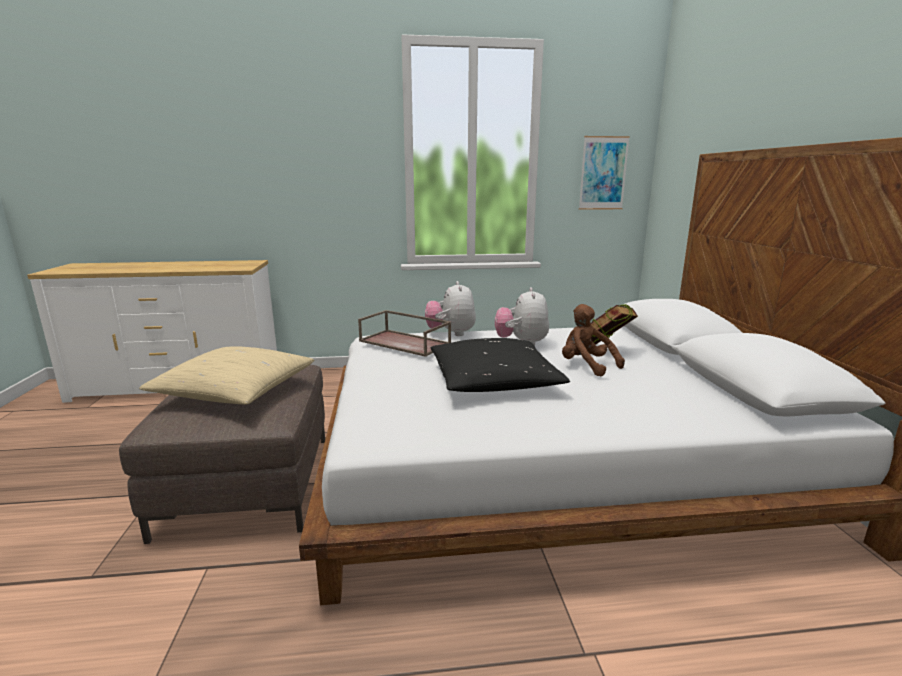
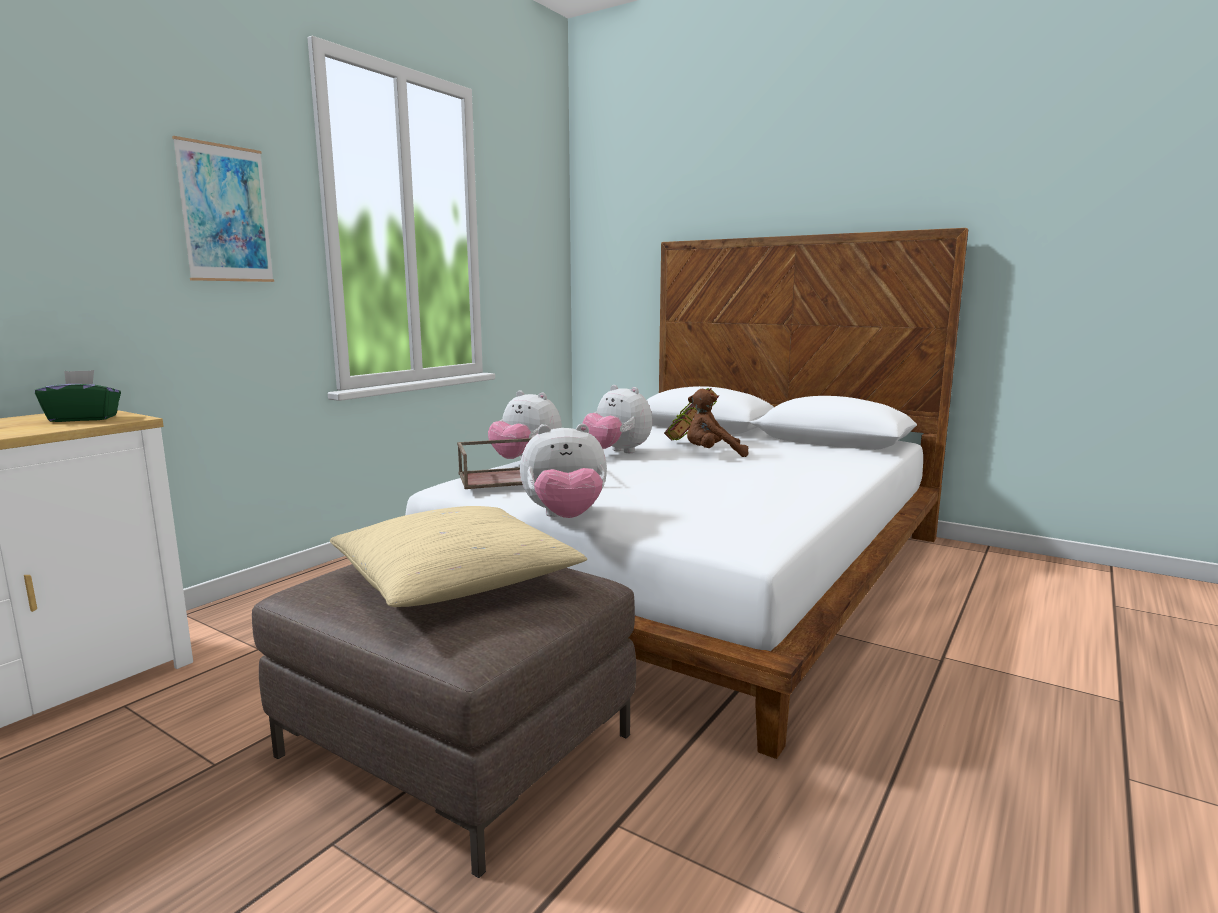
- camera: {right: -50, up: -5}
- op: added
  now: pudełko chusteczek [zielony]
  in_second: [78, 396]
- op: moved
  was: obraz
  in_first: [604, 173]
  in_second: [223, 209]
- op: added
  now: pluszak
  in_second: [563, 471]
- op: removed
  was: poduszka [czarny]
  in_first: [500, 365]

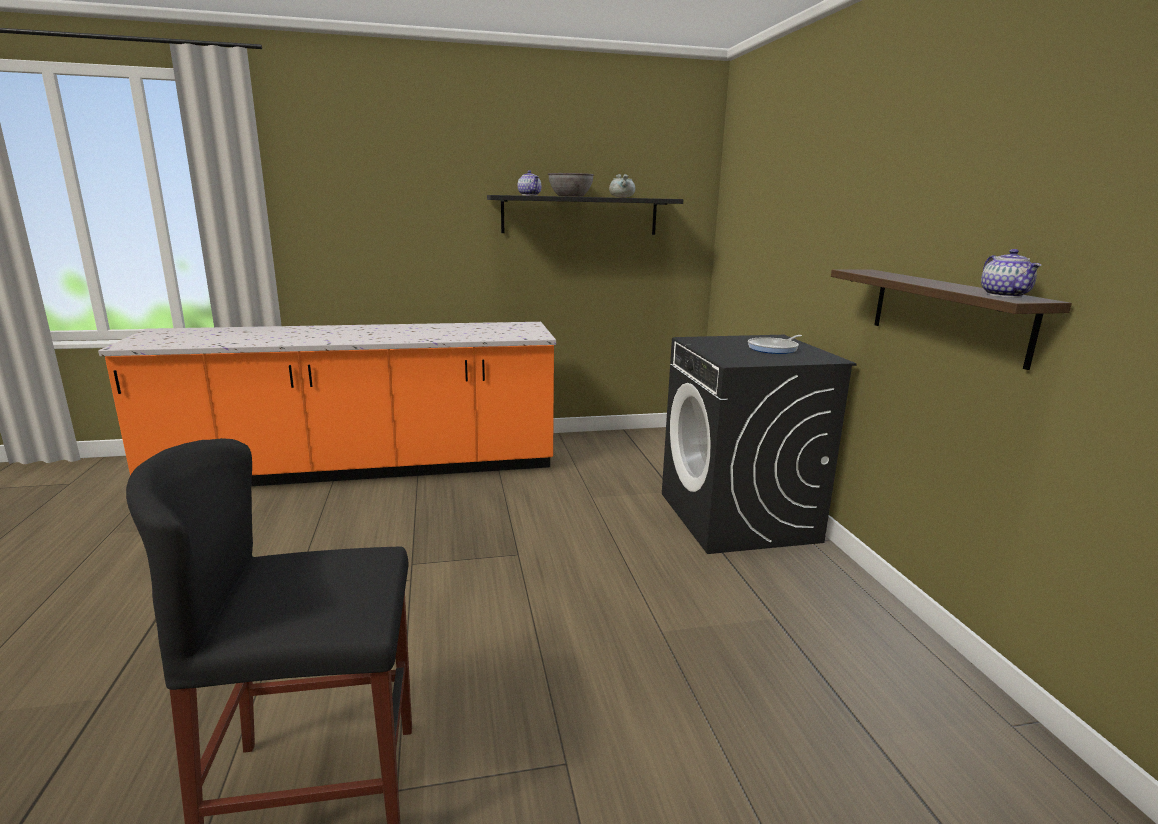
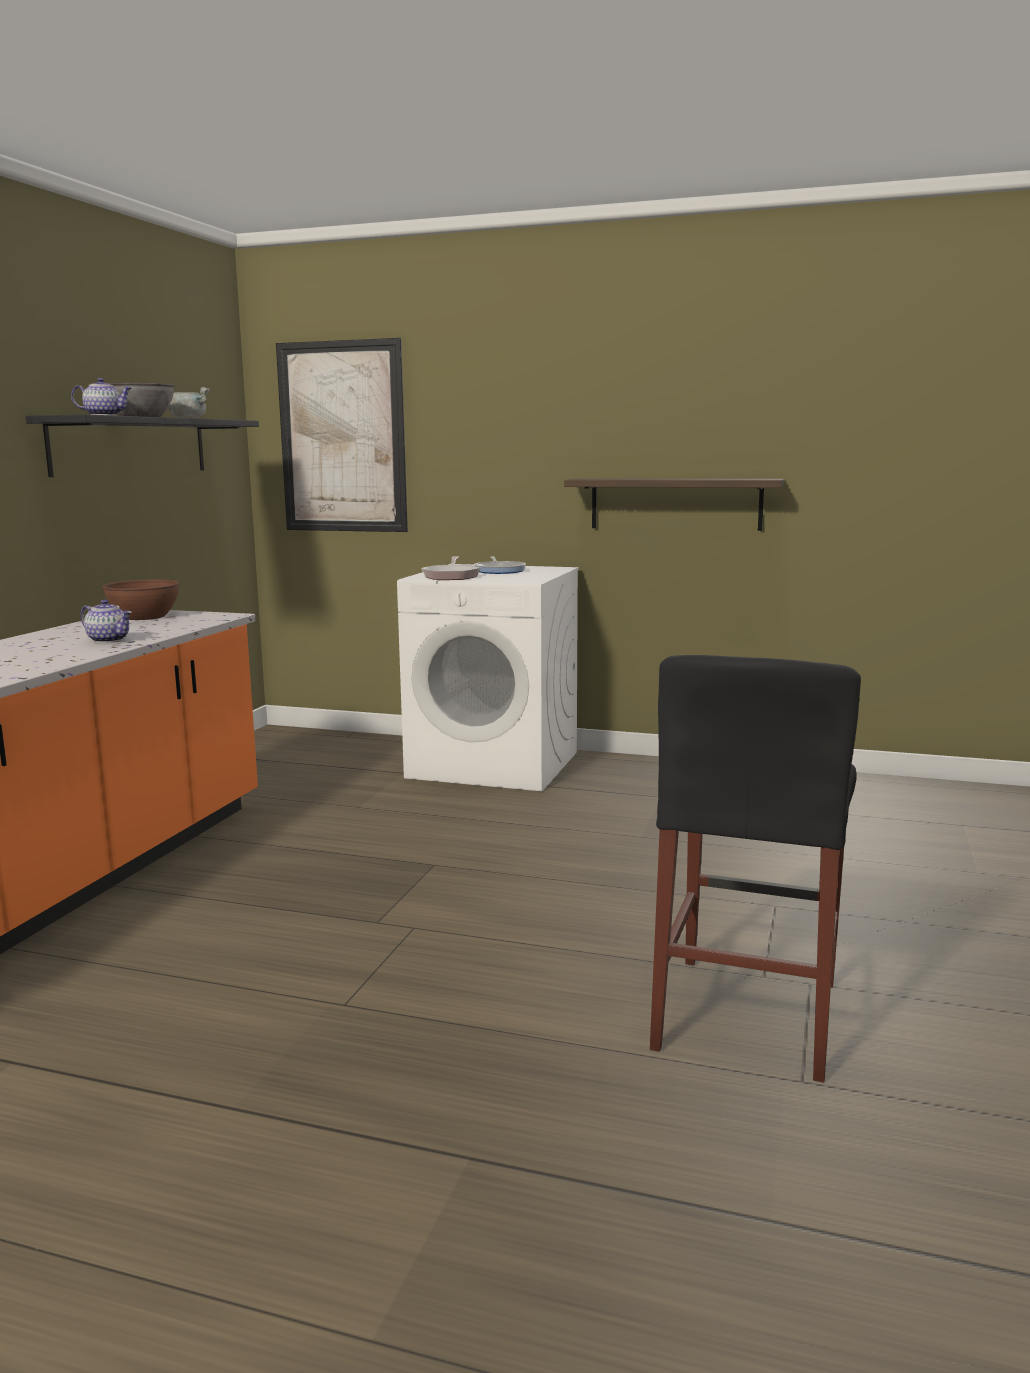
- camera: {right: -60, up: -5}
- op: moved
  was: imbryk
  in_first: [1011, 273]
  in_second: [106, 621]
- op: added
  now: miska [brązowy]
  in_second: [141, 599]
- op: added
  now: obraz
  in_second: [342, 435]
- op: recoloured
  was: pralka [czarny]
  now: pralka [biały]
  in_first: [759, 444]
  in_second: [488, 677]
- op: added
  now: patelnia
  in_second: [450, 568]

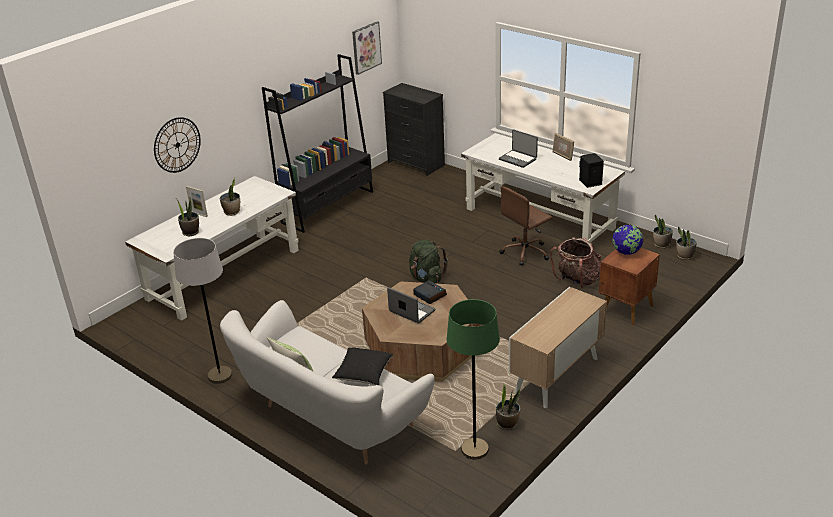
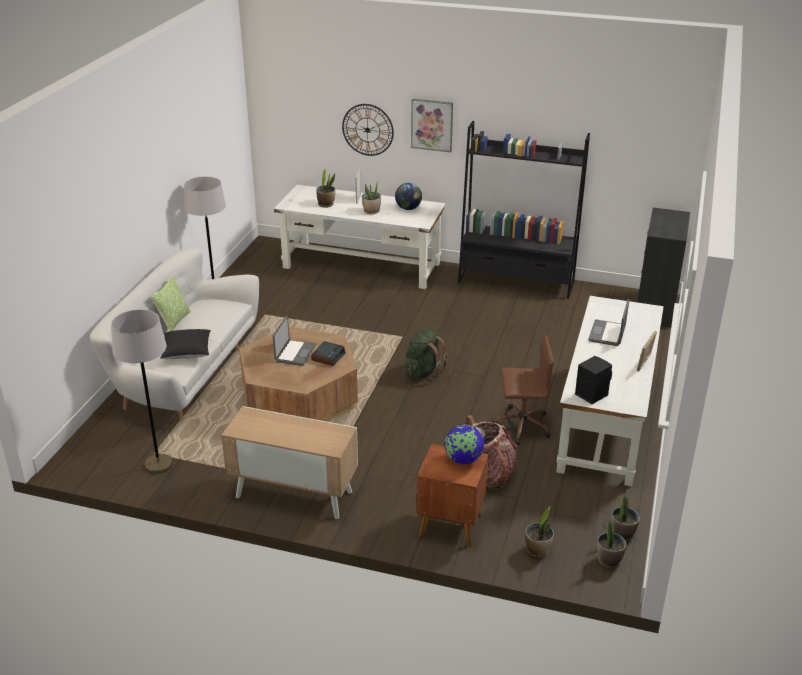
- camera: {right: 65, up: 0}
- op: recoloured
  was: lampa stojąca [zielony]
  now: lampa stojąca [szary]
  in_first: [473, 379]
  in_second: [142, 391]
- op: added
  now: globus
  in_second: [408, 196]
- op: moved
  was: obraz
  in_first: [367, 48]
  in_second: [432, 125]
- op: turned
  was: krzesło biurowe [brązowy]
  in_first: [525, 226]
  in_second: [523, 390]
  clockwise: 150
- op: moved
  was: roślina doniczkowa
  in_first: [508, 407]
  in_second: [539, 531]

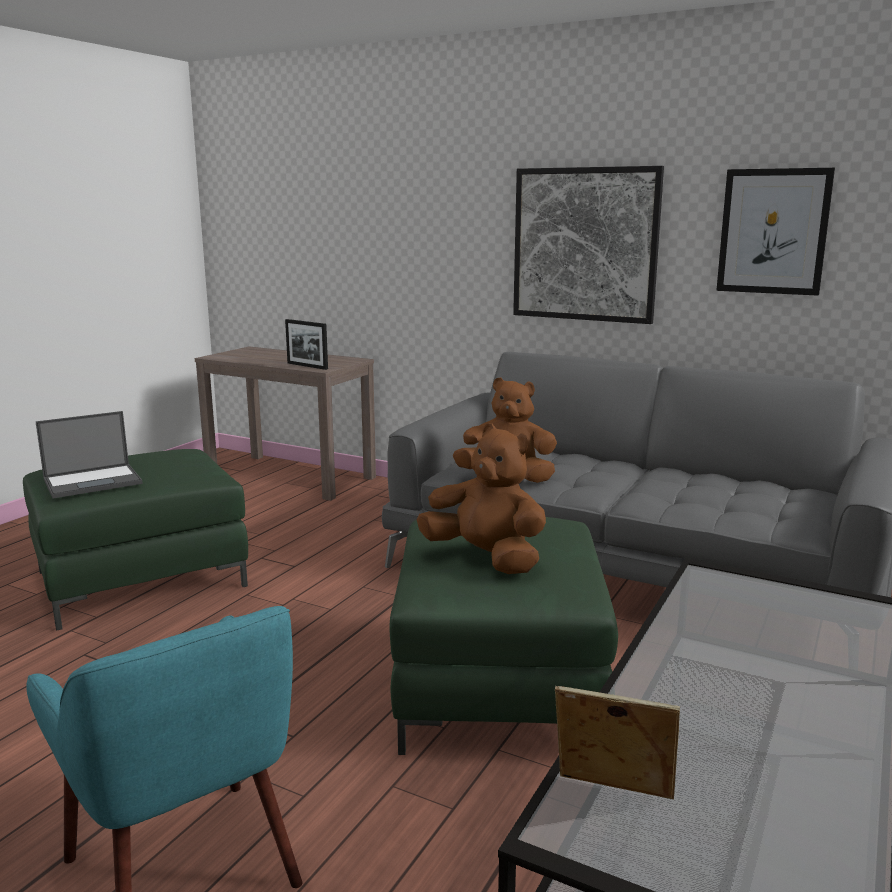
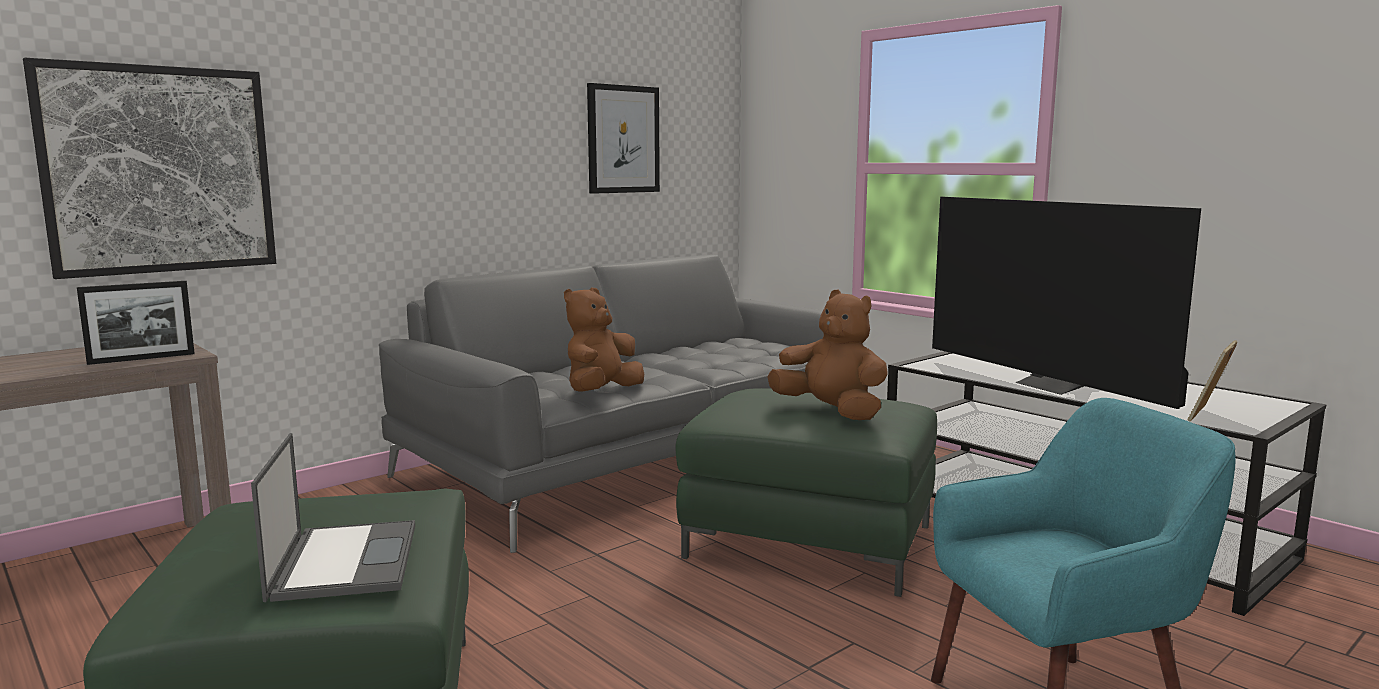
- camera: {right: -70, up: -5}
- op: moved
  was: obraz
  in_first: [588, 245]
  in_second: [149, 168]
- op: turned
  was: pluszak [brązowy]
  in_first: [481, 498]
  in_second: [827, 354]
  clockwise: 75
- op: added
  now: telewizor
  in_second: [1066, 303]

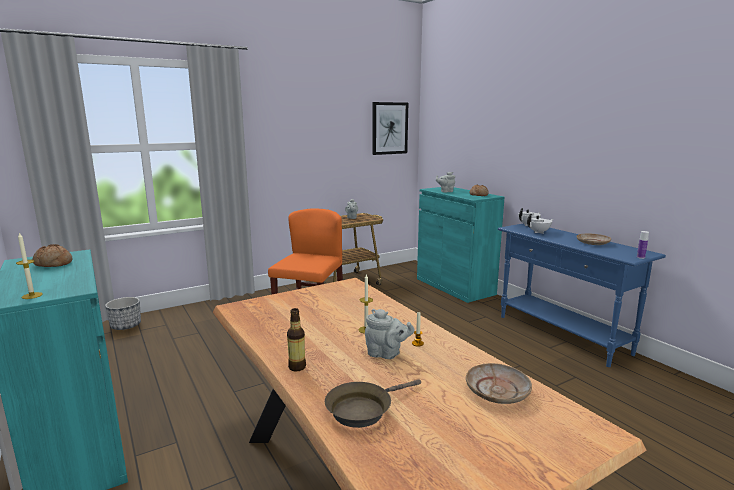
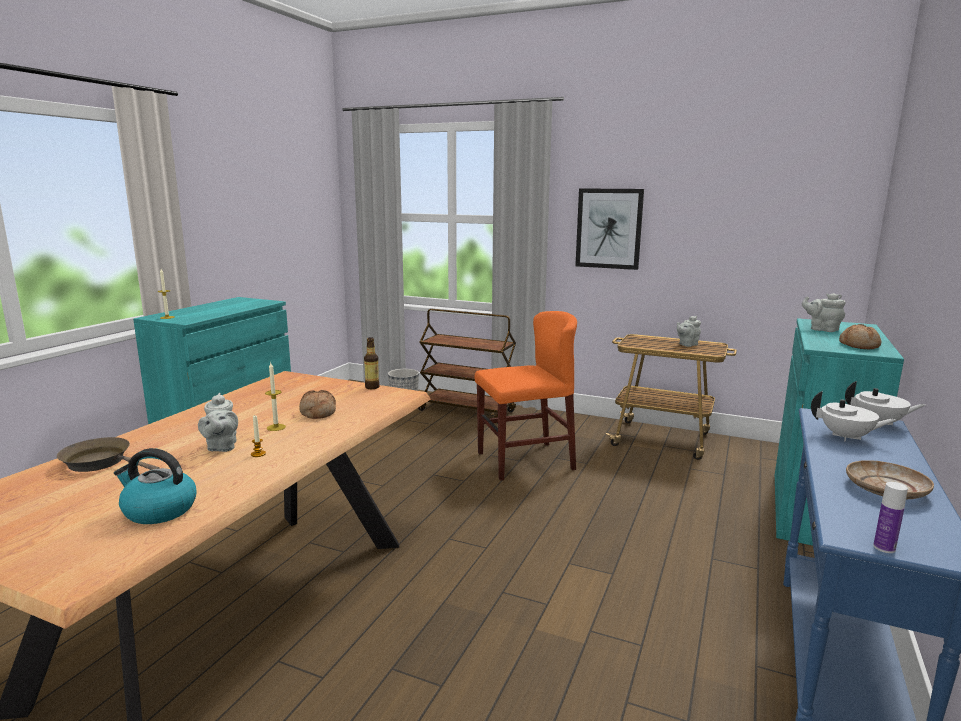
- camera: {right: 55, up: 0}
- op: replaced
  was: talerz [beżowy]
  now: czajnik
  in_first: [499, 383]
  in_second: [155, 486]
- op: moved
  was: chleb
  in_first: [52, 255]
  in_second: [317, 404]
- op: moved
  was: butelka
  in_first: [296, 340]
  in_second: [372, 363]
- op: added
  now: wózek [brązowy]
  in_second: [467, 363]
- op: moved
  was: obraz
  in_first: [390, 128]
  in_second: [609, 229]

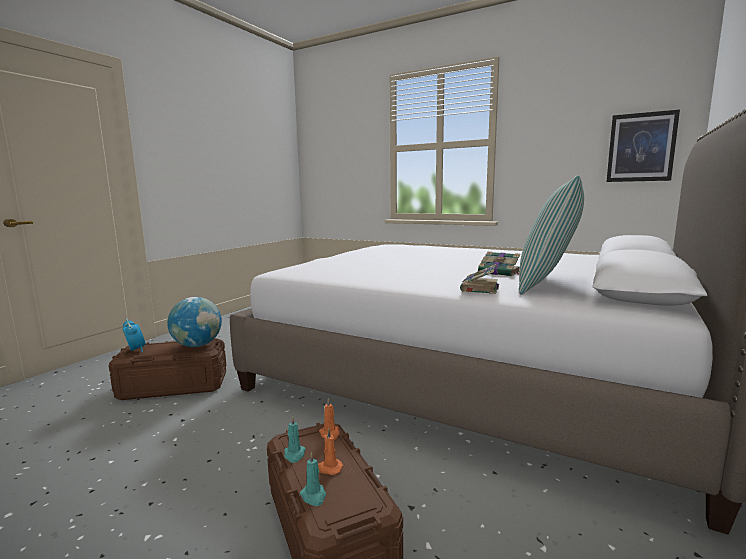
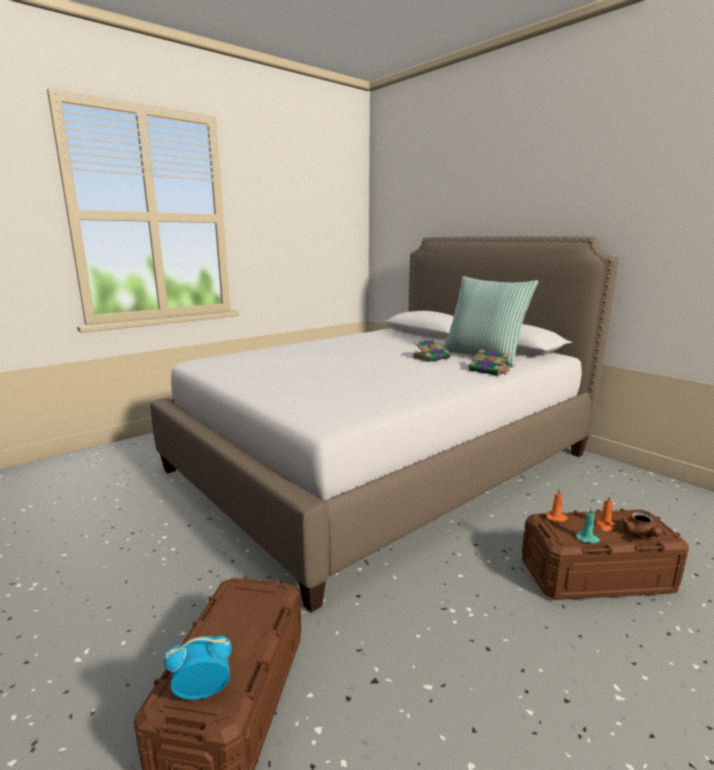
- camera: {right: -70, up: 5}
- op: replaced
  was: świeca [turkusowy]
  now: imbryk [brązowy]
  in_first: [313, 479]
  in_second: [641, 526]
- op: removed
  was: globus
  in_first: [194, 322]
- op: removed
  was: obraz
  in_first: [643, 146]

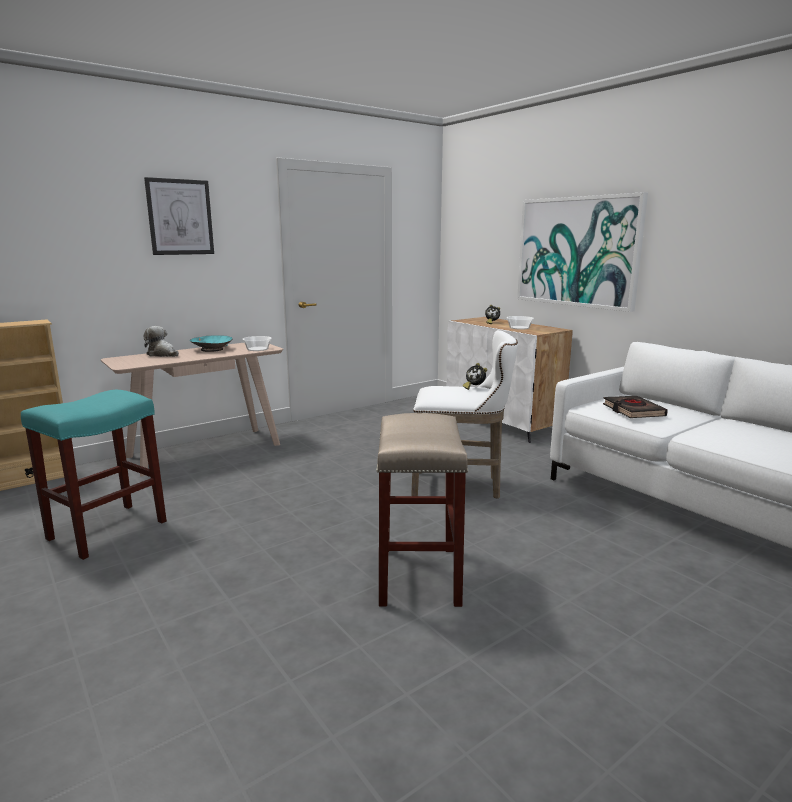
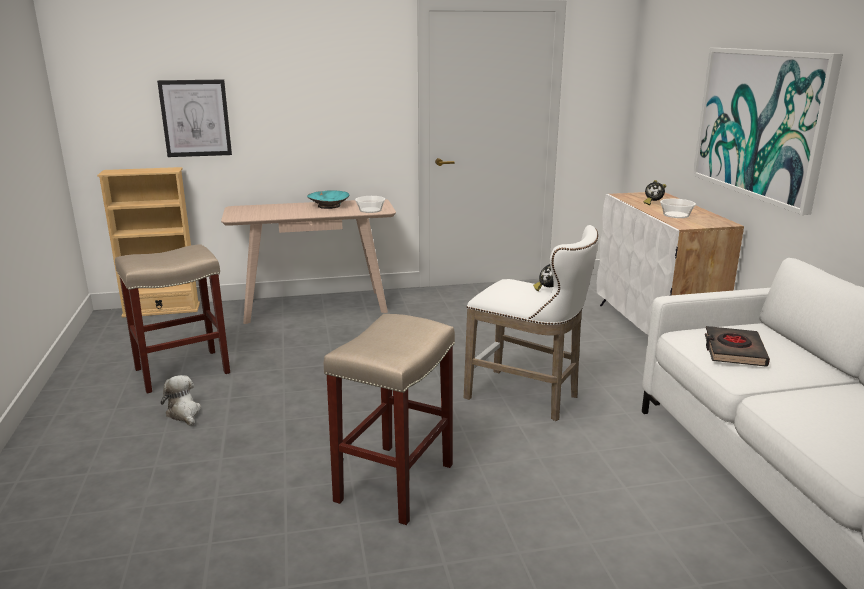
- camera: {right: 25, up: 5}
- op: recoloured
  was: stołek [turkusowy]
  now: stołek [beżowy]
  in_first: [94, 475]
  in_second: [172, 319]
- op: moved
  was: obraz
  in_first: [179, 216]
  in_second: [194, 118]
- op: moved
  was: pluszak
  in_first: [161, 341]
  in_second: [180, 400]

